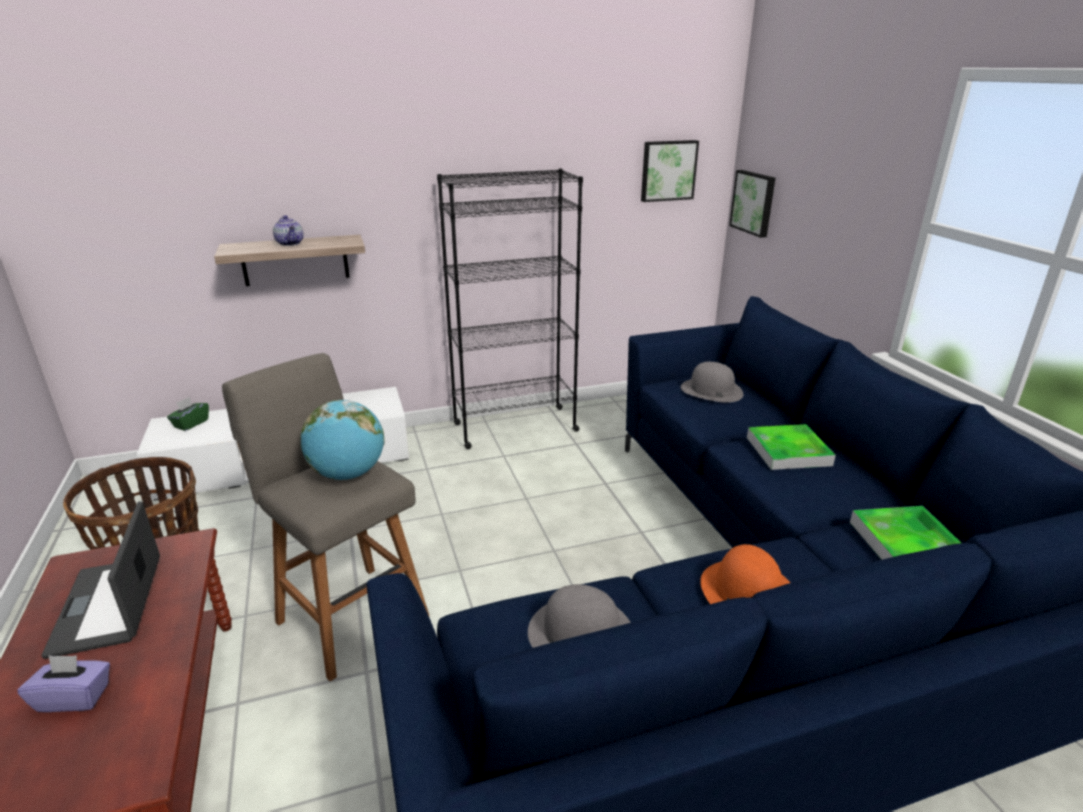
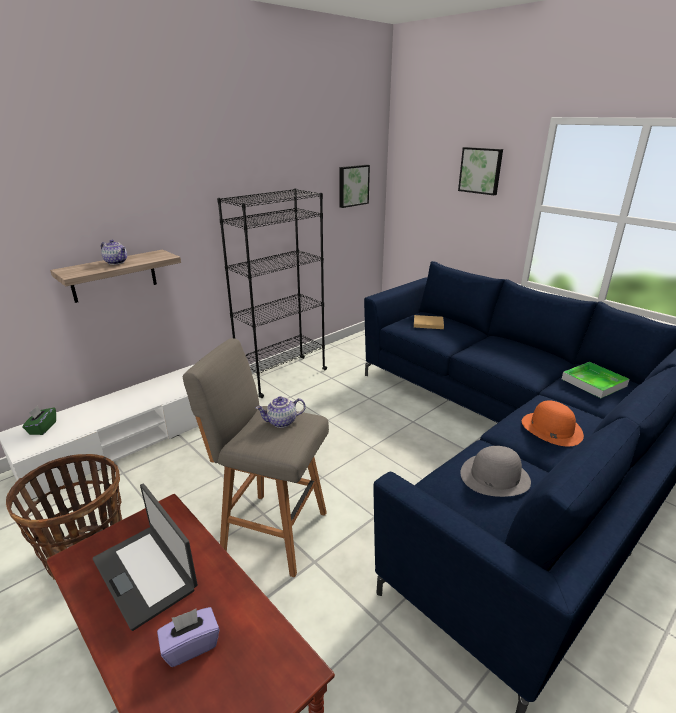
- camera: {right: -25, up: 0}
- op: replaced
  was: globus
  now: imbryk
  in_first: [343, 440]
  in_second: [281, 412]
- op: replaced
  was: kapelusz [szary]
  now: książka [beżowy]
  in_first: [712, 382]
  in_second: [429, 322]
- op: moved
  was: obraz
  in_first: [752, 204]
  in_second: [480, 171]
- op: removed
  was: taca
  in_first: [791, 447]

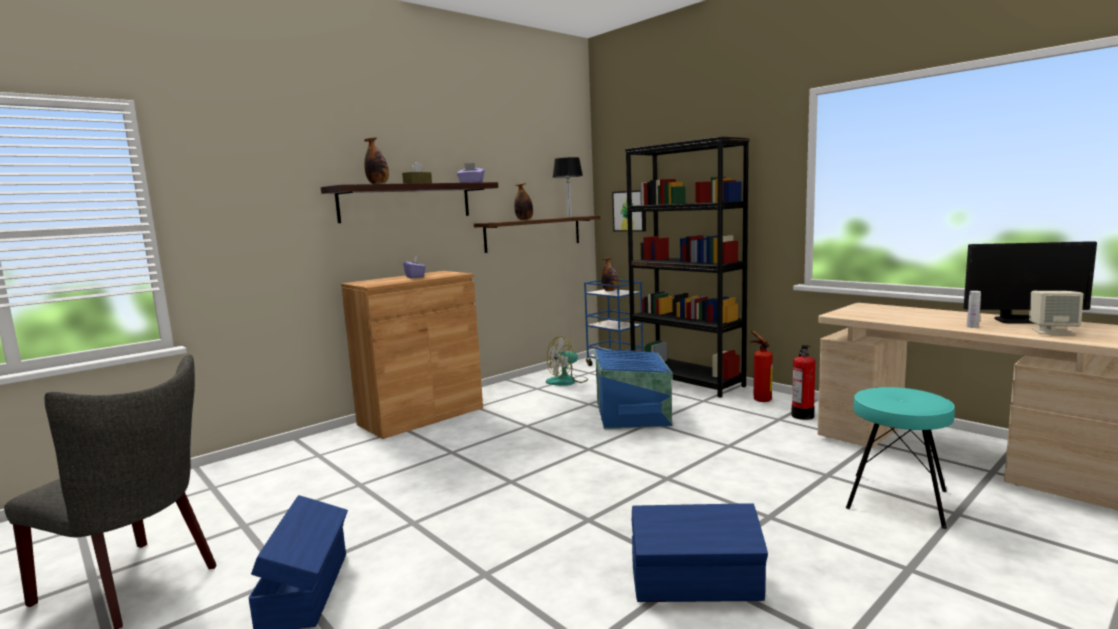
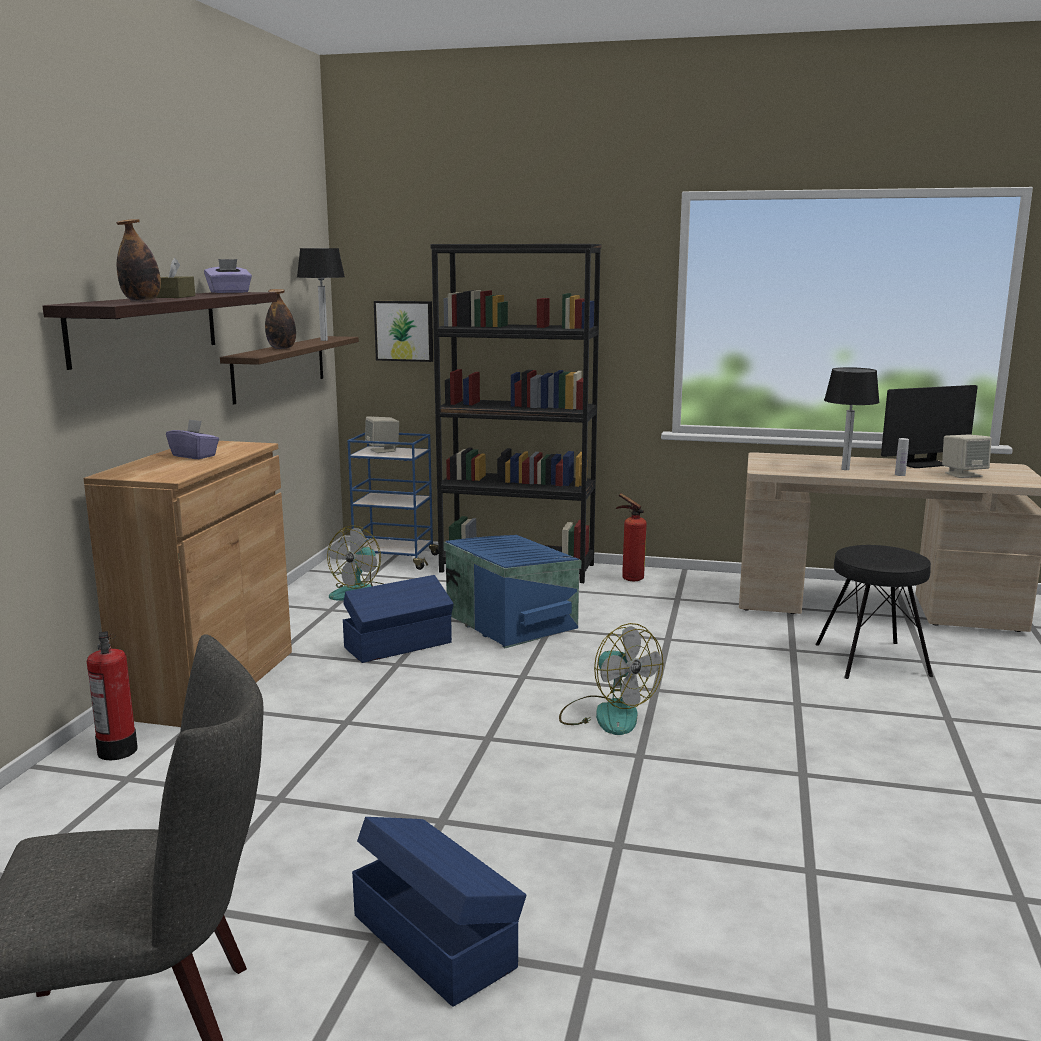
- camera: {right: -35, up: 5}
- op: moved
  was: gaśnica
  in_first: [803, 382]
  in_second: [112, 695]
- op: moved
  was: pojemnik do przechowywania [niebieski]
  in_first: [699, 552]
  in_second: [398, 619]
- op: replaced
  was: butelka
  now: głośnik [beżowy]
  in_first: [610, 274]
  in_second: [382, 435]
- op: added
  now: wentylator
  in_second: [611, 679]
- op: recoloured
  was: stołek [turkusowy]
  now: stołek [czarny]
  in_first: [900, 458]
  in_second: [874, 612]
- op: added
  now: lampa stołowa
  in_second: [852, 418]

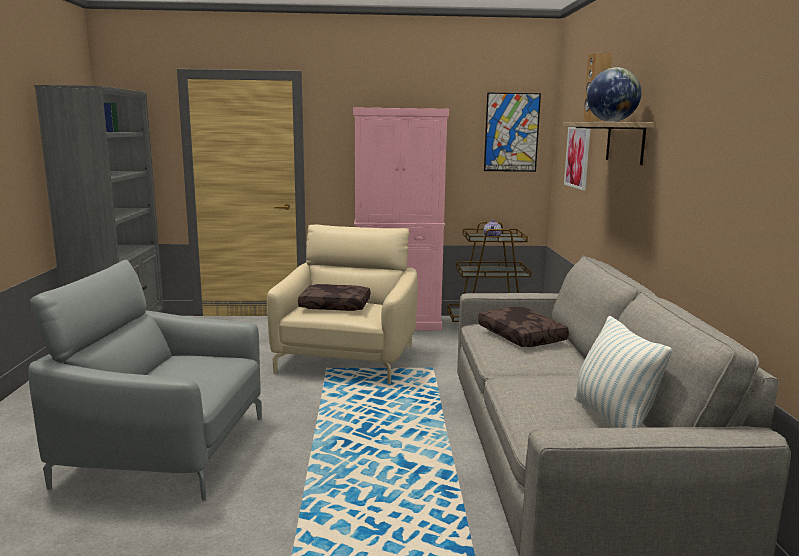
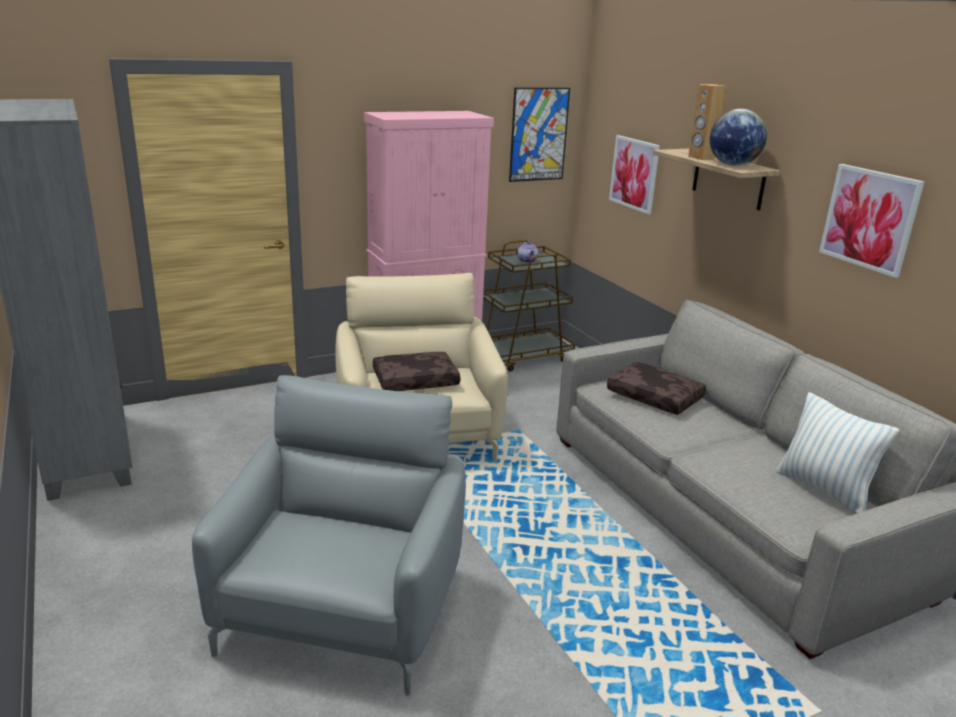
- camera: {right: -25, up: 10}
- op: turned
  was: fotel [szary]
  in_first: [145, 380]
  in_second: [329, 535]
  clockwise: 120
- op: added
  now: obraz
  in_second: [871, 221]

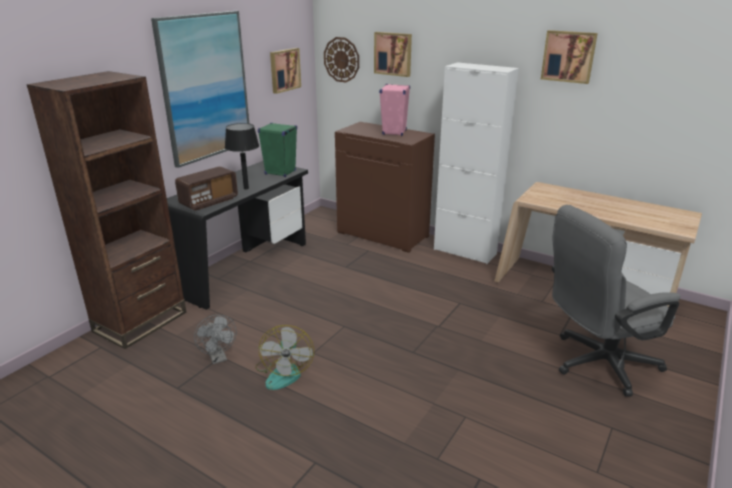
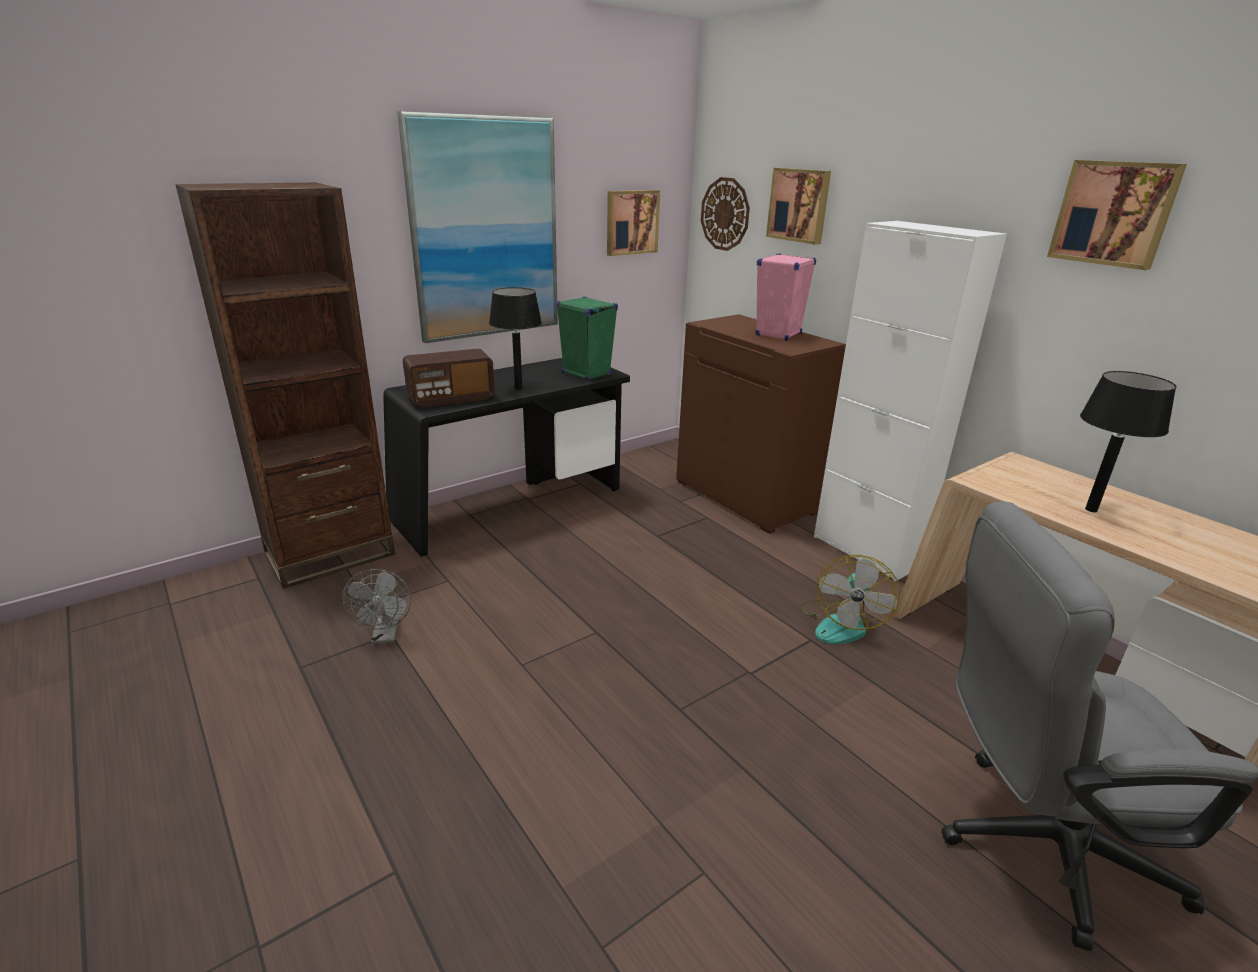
- camera: {right: 20, up: 0}
- op: moved
  was: wentylator
  in_first: [284, 357]
  in_second: [849, 599]
- op: added
  now: lampa stołowa [czarny]
  in_second: [1128, 441]

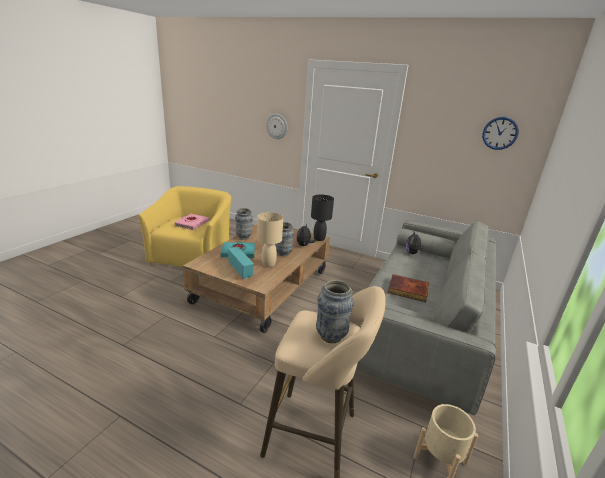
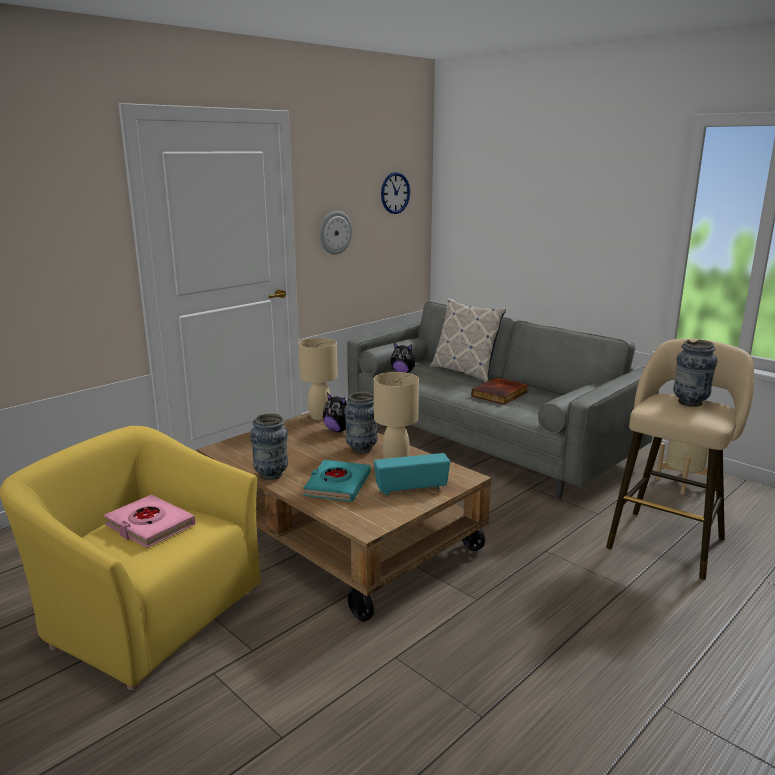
- camera: {right: -70, up: -5}
- op: recoloured
  was: lampa stołowa [czarny]
  now: lampa stołowa [beżowy]
  in_first: [322, 218]
  in_second: [318, 379]
- op: moved
  was: zegar ścienny
  in_first: [276, 126]
  in_second: [336, 233]
- op: added
  now: poduszka
  in_second: [468, 340]

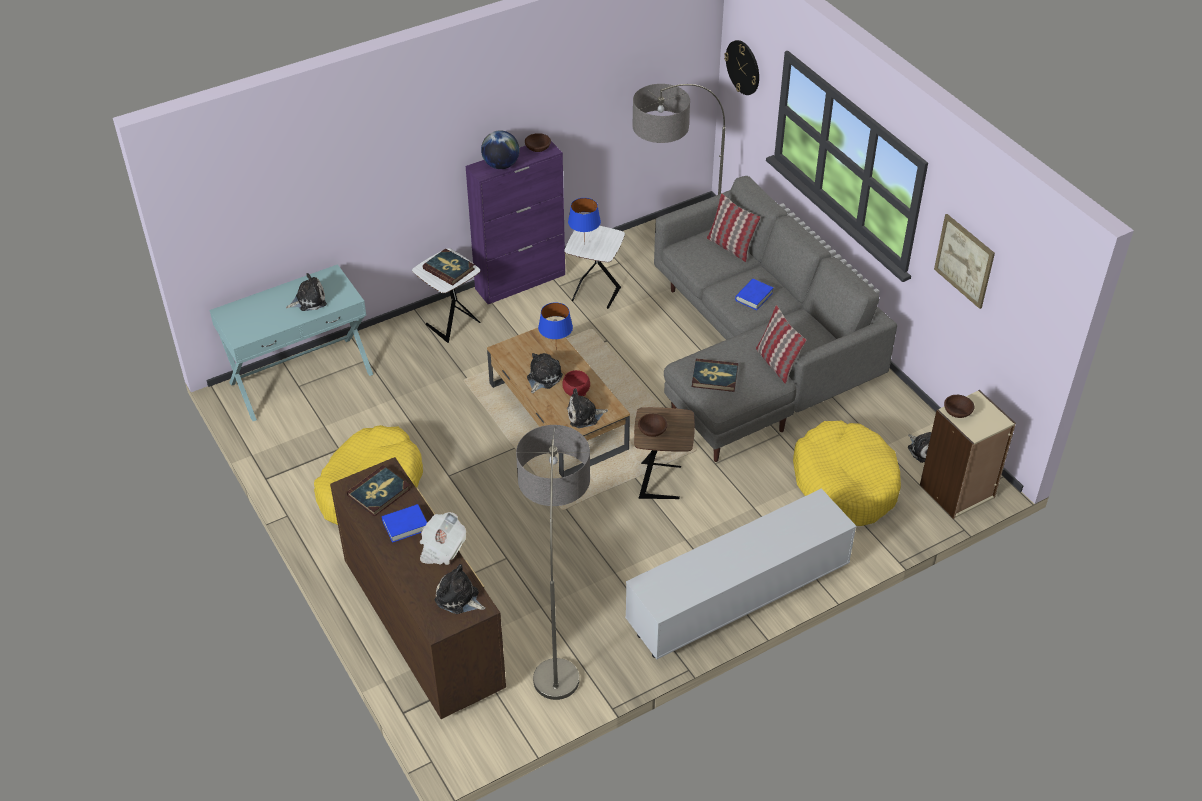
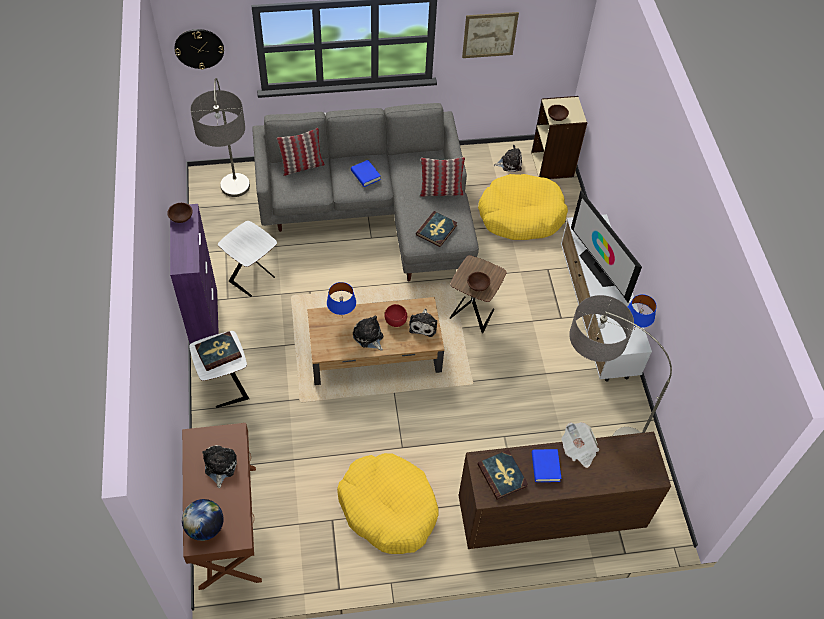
- camera: {right: -70, up: 10}
- op: recoloured
  was: stolik konsolowy [turkusowy]
  now: stolik konsolowy [brązowy]
  in_first: [291, 342]
  in_second: [222, 506]
- op: moved
  was: globus
  in_first: [500, 149]
  in_second: [203, 520]
- op: added
  now: telewizor
  in_second: [606, 246]
- op: moved
  was: lampa stołowa [niebieski]
  in_first: [584, 221]
  in_second: [642, 311]
- op: removed
  was: pluszak
  in_first: [460, 589]

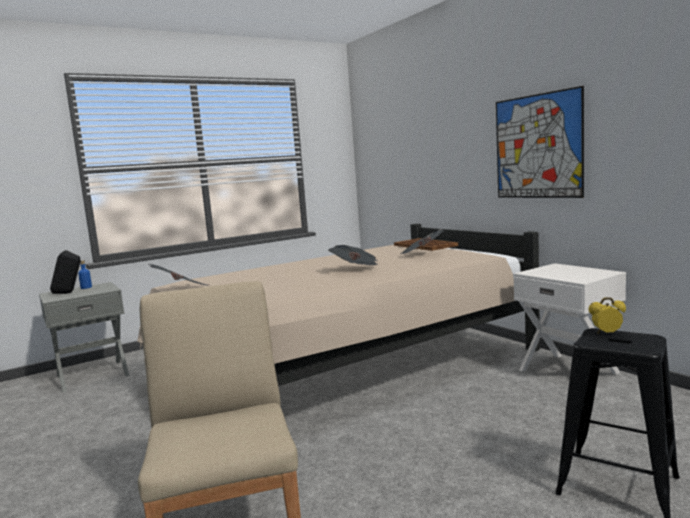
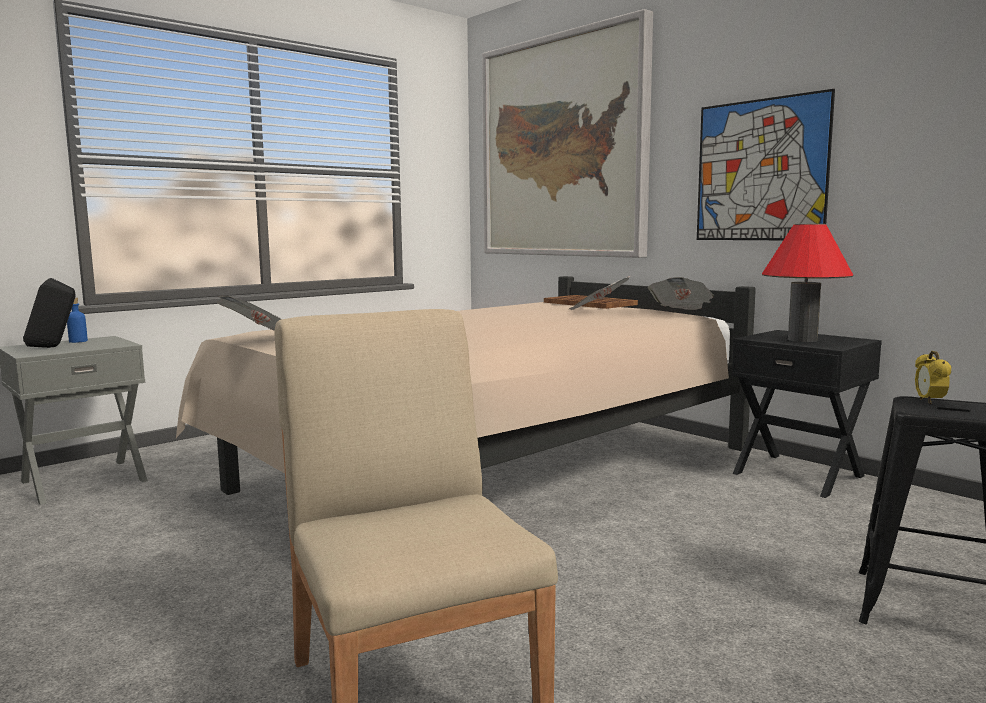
- camera: {right: -10, up: 0}
- op: added
  now: obraz
  in_second: [567, 133]
- op: moved
  was: gazeta
  in_first: [353, 255]
  in_second: [680, 293]
- op: recoloured
  was: szafka nocna [biały]
  now: szafka nocna [czarny]
  in_first: [569, 319]
  in_second: [807, 414]
- op: added
  now: lampa stołowa [czerwony]
  in_second: [807, 283]
- op: turned
  was: budzik
  in_first: [607, 315]
  in_second: [933, 377]
  clockwise: -75

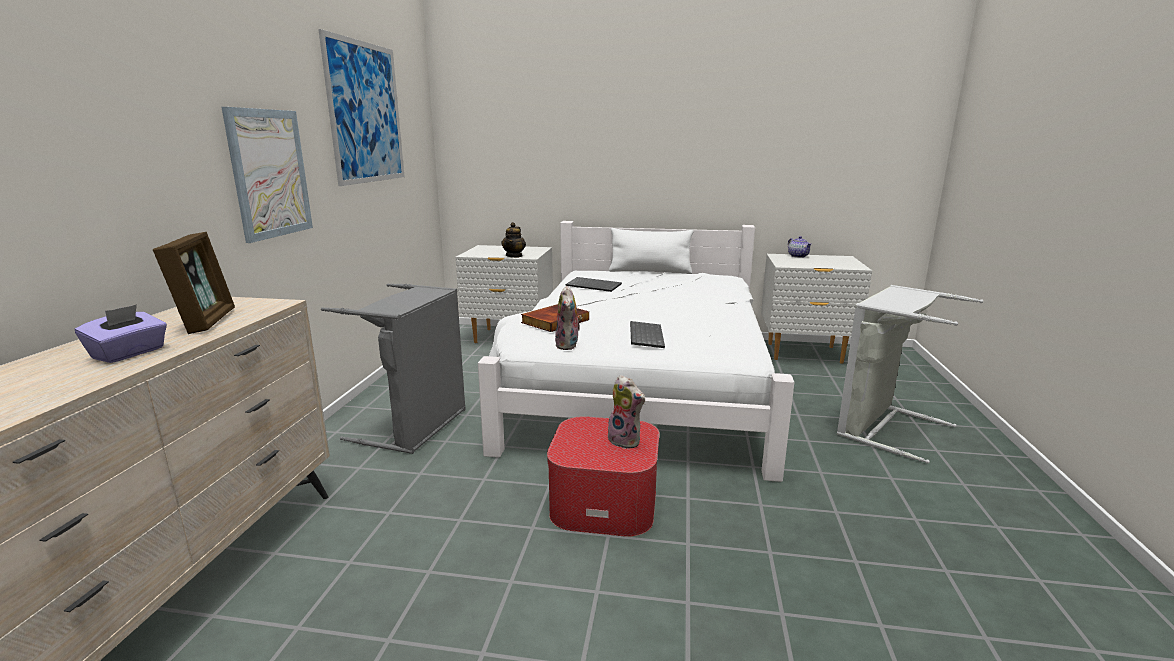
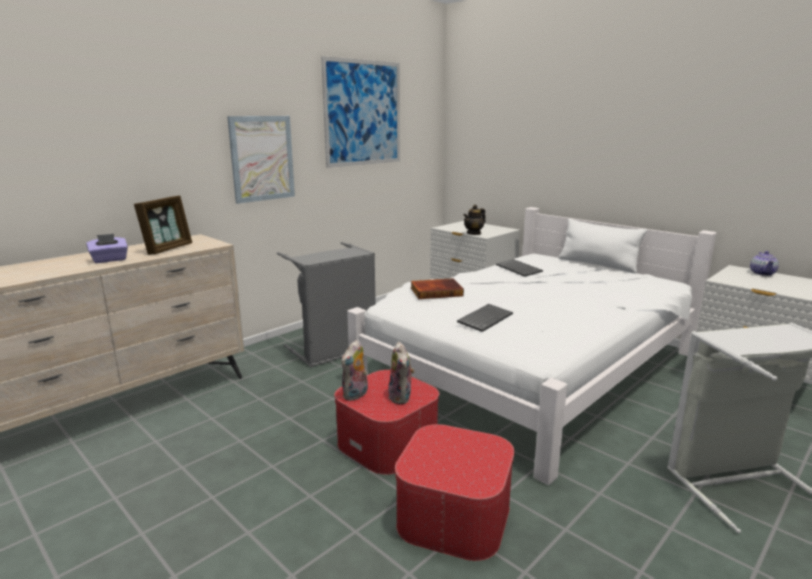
- camera: {right: 35, up: 0}
- op: moved
  was: pluszak
  in_first: [568, 318]
  in_second: [354, 370]
- op: added
  now: pufa
  in_second: [455, 492]

